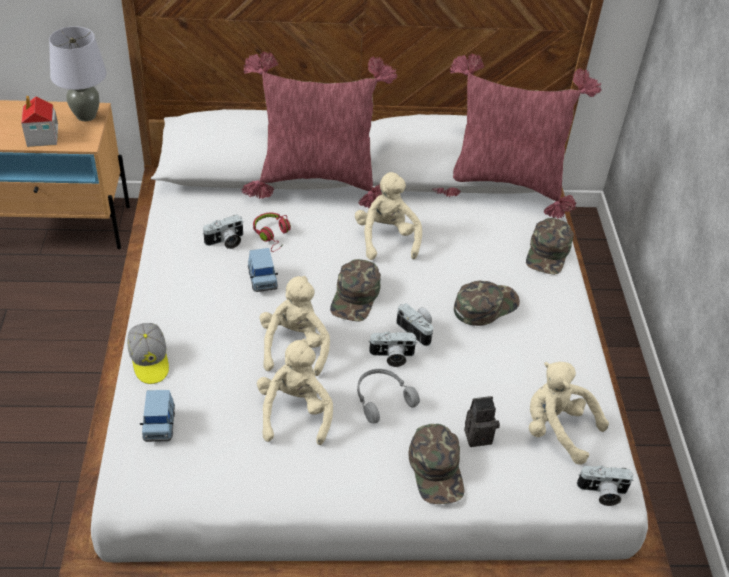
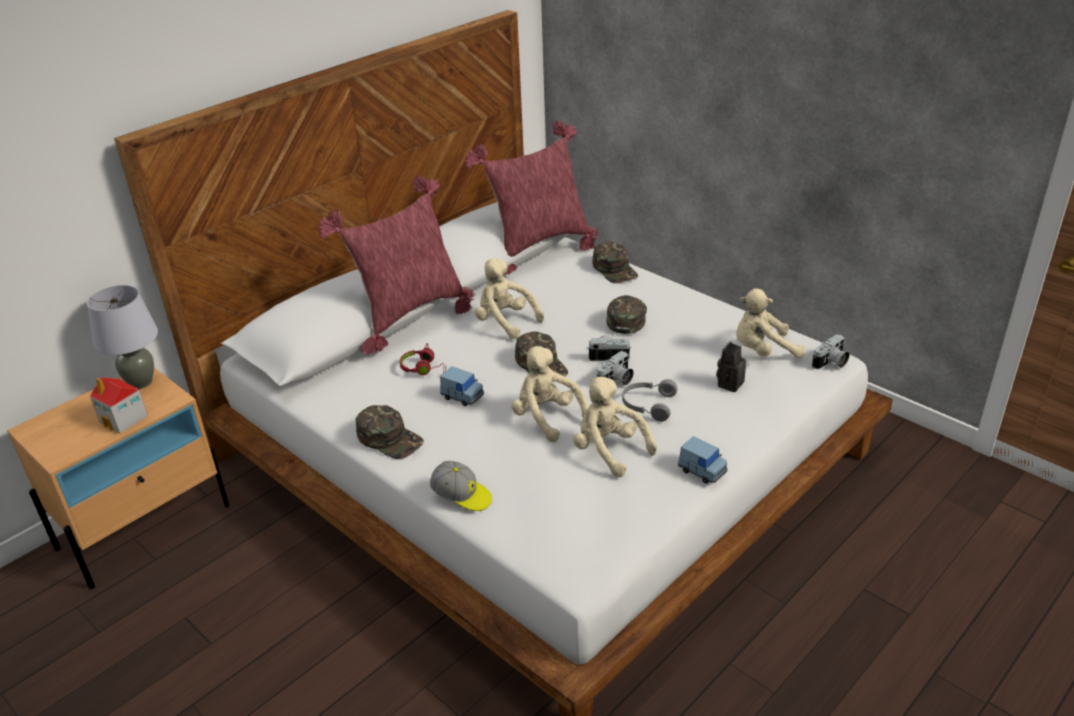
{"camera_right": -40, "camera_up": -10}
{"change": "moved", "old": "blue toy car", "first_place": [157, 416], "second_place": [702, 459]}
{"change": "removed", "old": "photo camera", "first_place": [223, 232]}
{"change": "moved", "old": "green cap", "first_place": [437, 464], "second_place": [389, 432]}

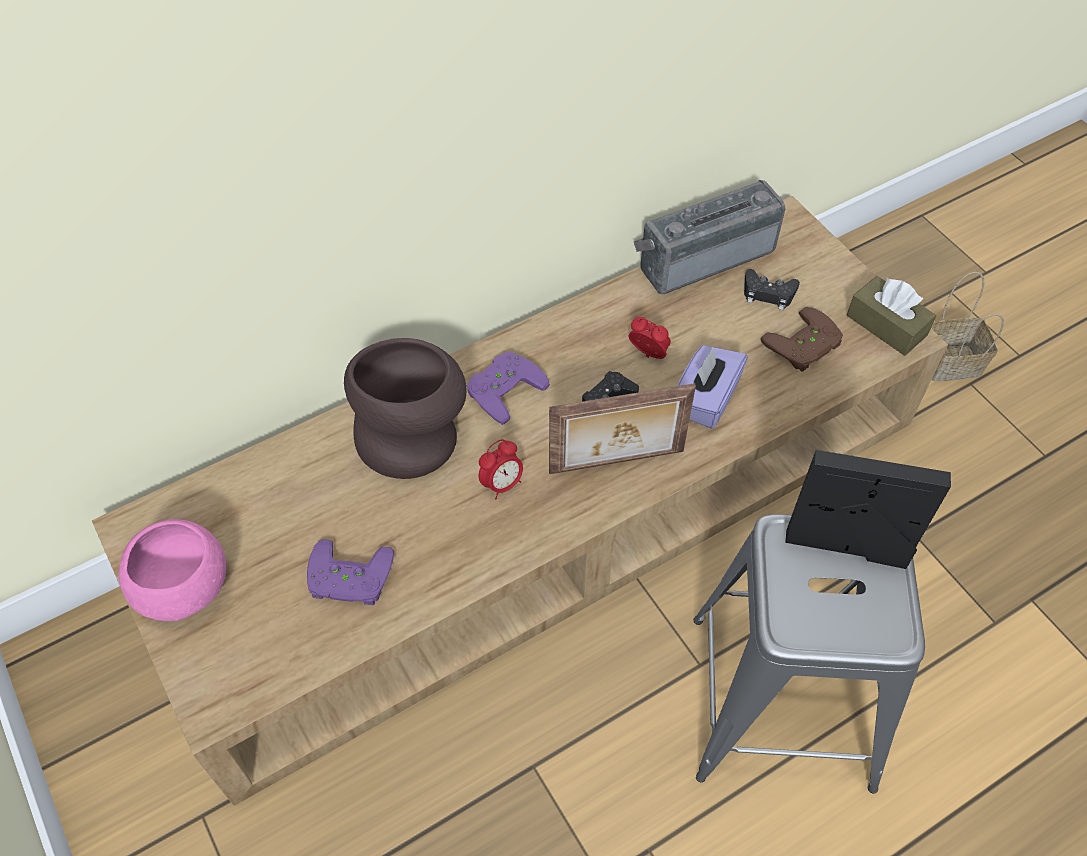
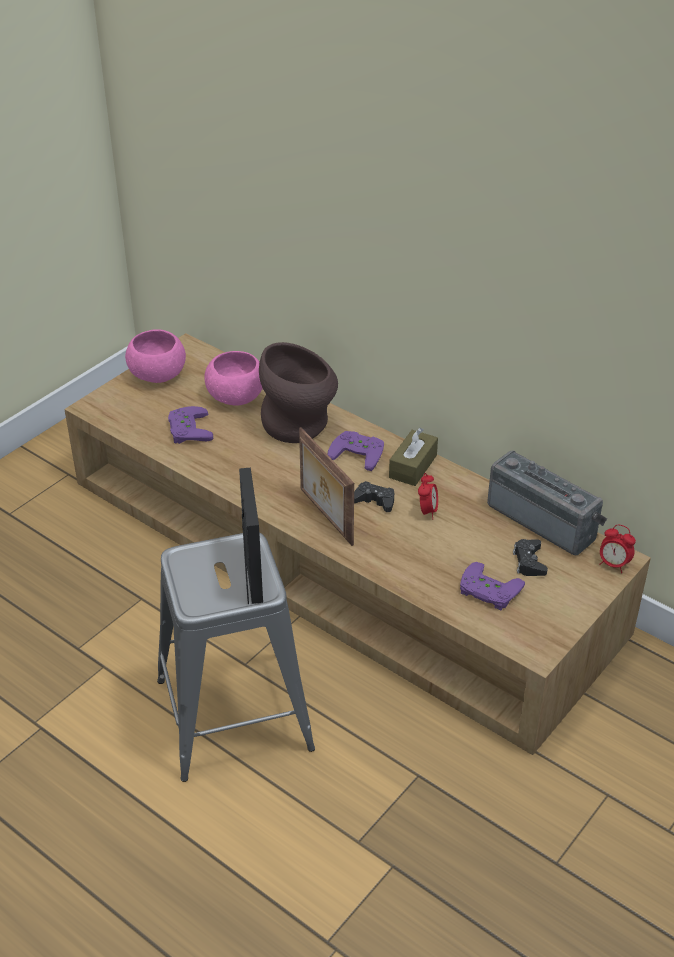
{"camera_right": 70, "camera_up": -15}
{"change": "moved", "old": "alarm clock", "first_place": [501, 469], "second_place": [617, 548]}
{"change": "removed", "old": "purple tissue box", "first_place": [712, 387]}
{"change": "recoloured", "old": "brown game controller", "new": "purple game controller", "first_place": [802, 339], "second_place": [492, 586]}
{"change": "moved", "old": "brown tissue box", "first_place": [891, 316], "second_place": [413, 457]}
{"change": "removed", "old": "basket", "first_place": [967, 326]}
{"change": "added", "new": "pink bowl", "second_place": [233, 378]}

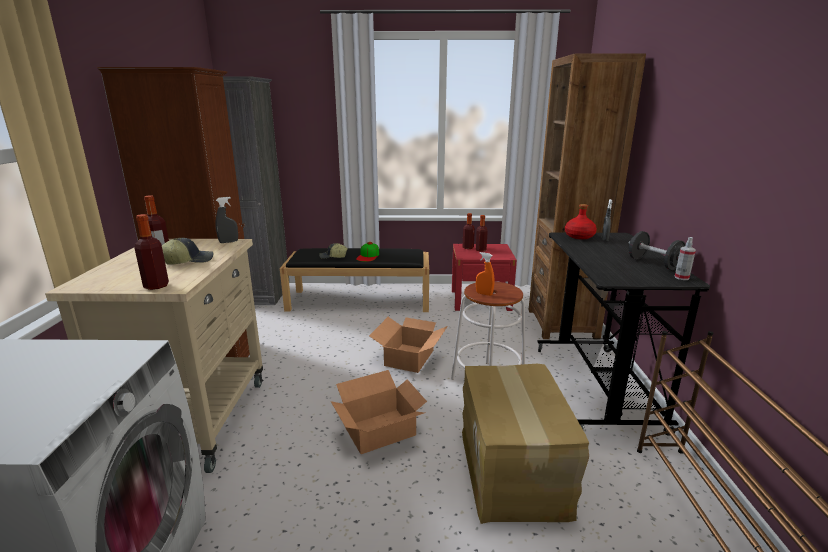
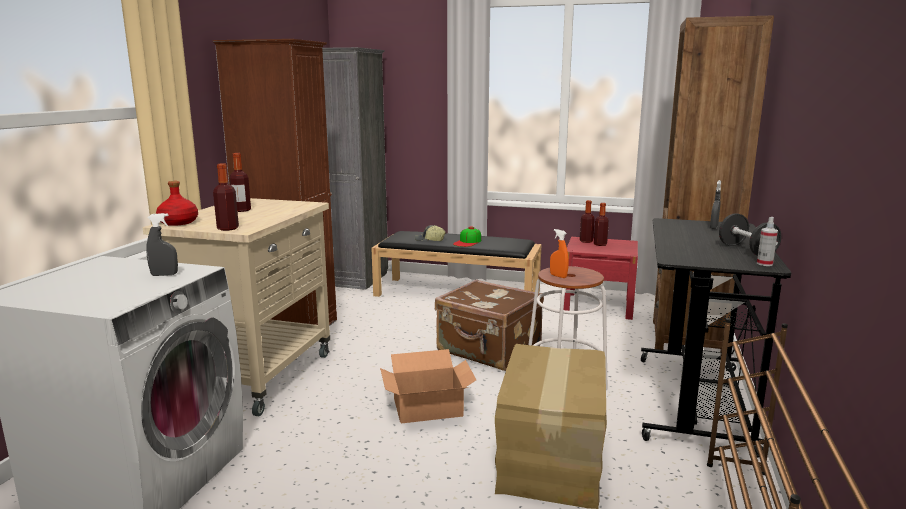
{"camera_right": 15, "camera_up": -5}
{"change": "removed", "old": "cap", "first_place": [188, 251]}
{"change": "moved", "old": "grey spray bottle", "first_place": [226, 220], "second_place": [162, 244]}
{"change": "replaced", "old": "cardboard box", "new": "brown suitcase", "first_place": [408, 345], "second_place": [489, 325]}
{"change": "moved", "old": "red bottle", "first_place": [581, 221], "second_place": [177, 203]}

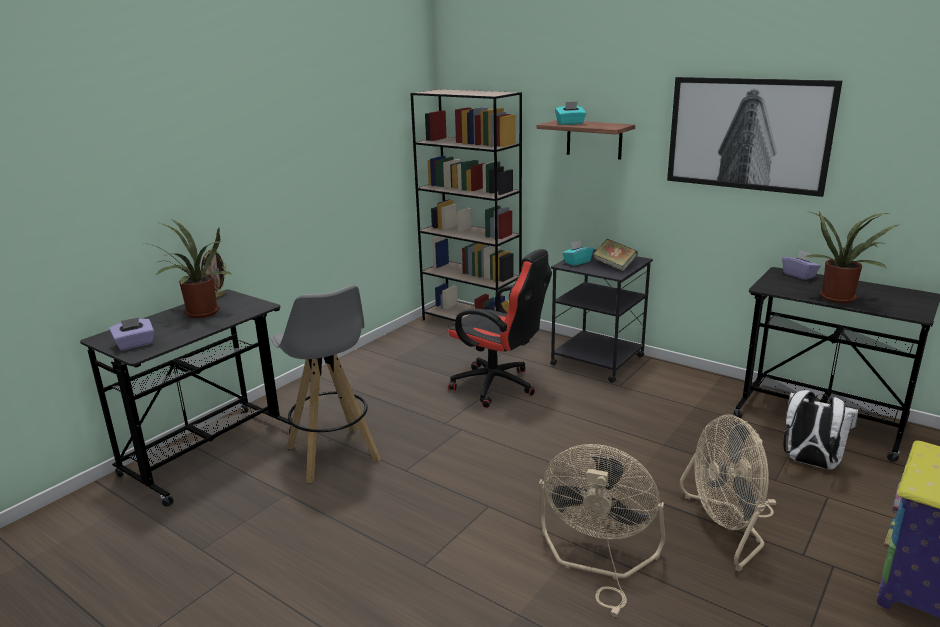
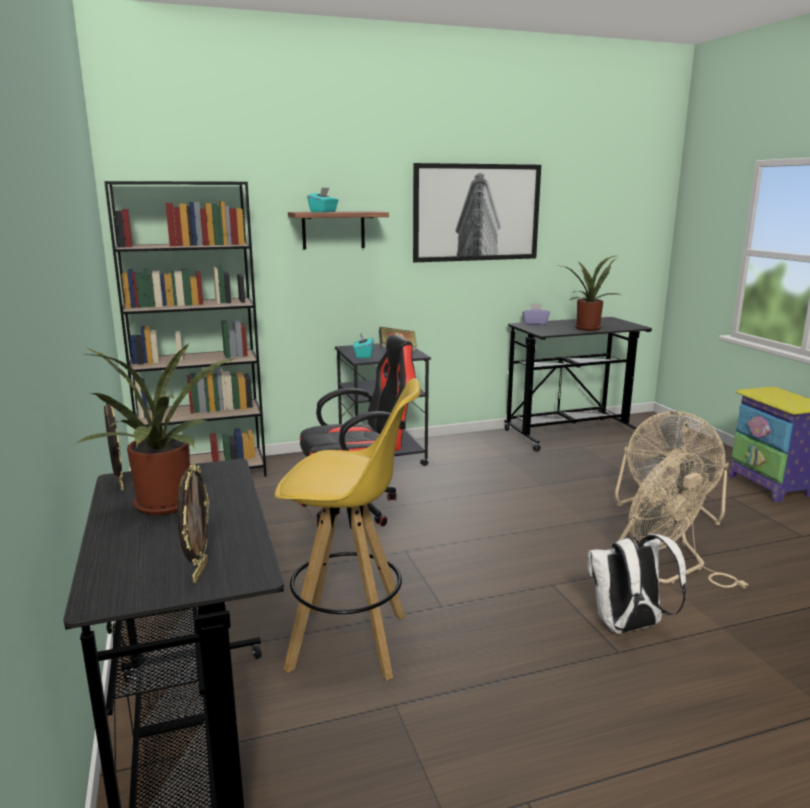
{"camera_right": -55, "camera_up": -5}
{"change": "replaced", "old": "purple tissue box", "new": "picture frame", "first_place": [131, 334], "second_place": [193, 523]}
{"change": "recoloured", "old": "grey stool", "new": "yellow stool", "first_place": [325, 384], "second_place": [347, 529]}
{"change": "moved", "old": "white backpack", "first_place": [821, 429], "second_place": [636, 584]}

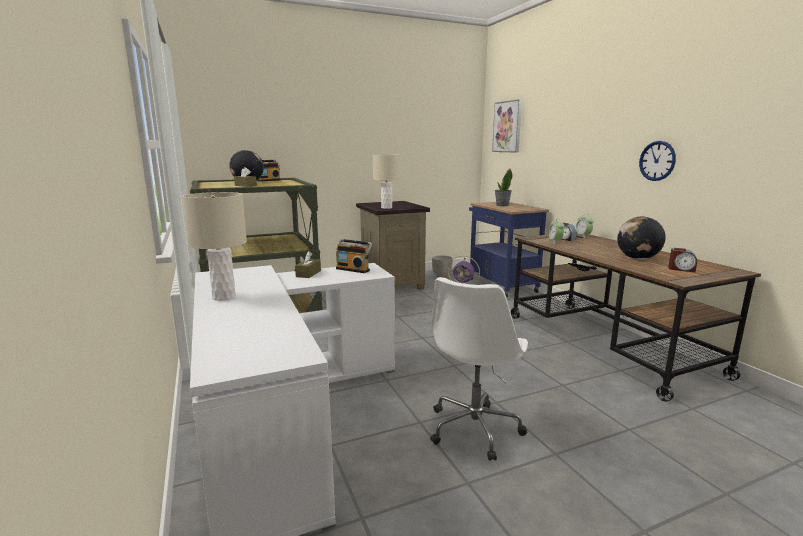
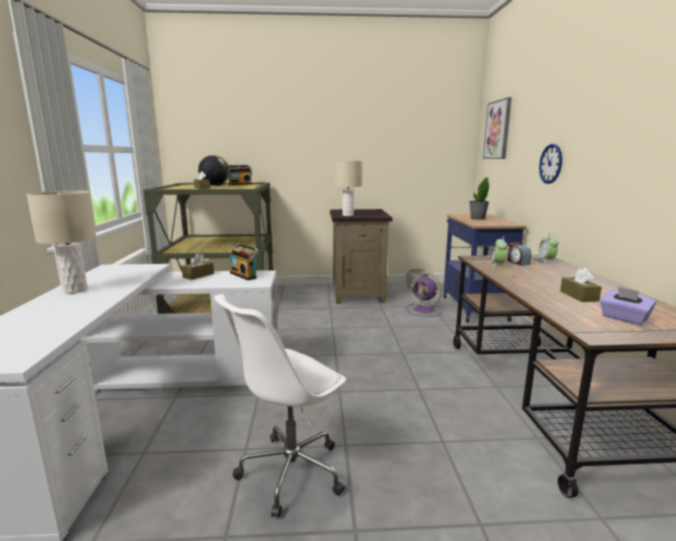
{"camera_right": 20, "camera_up": 0}
{"change": "replaced", "old": "globe", "new": "brown tissue box", "first_place": [641, 237], "second_place": [581, 285]}
{"change": "moved", "old": "wall clock", "first_place": [657, 161], "second_place": [550, 164]}
{"change": "replaced", "old": "alarm clock", "new": "purple tissue box", "first_place": [682, 260], "second_place": [628, 306]}

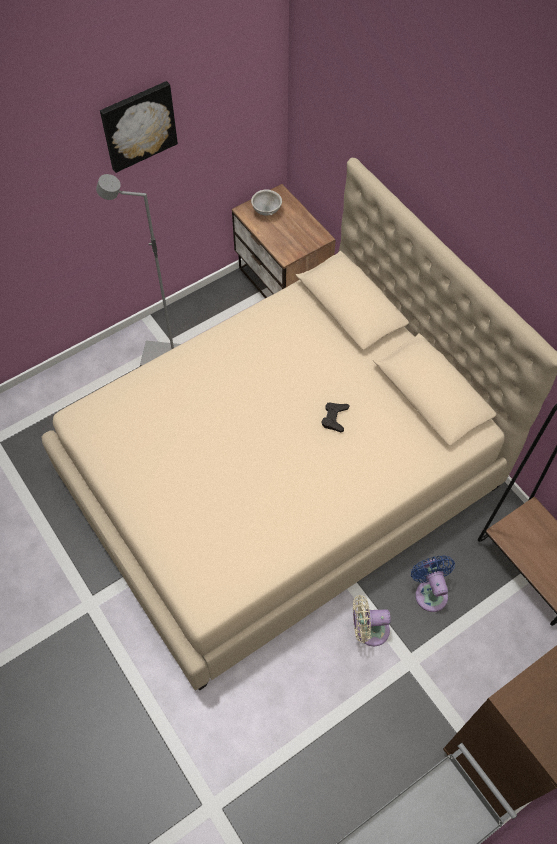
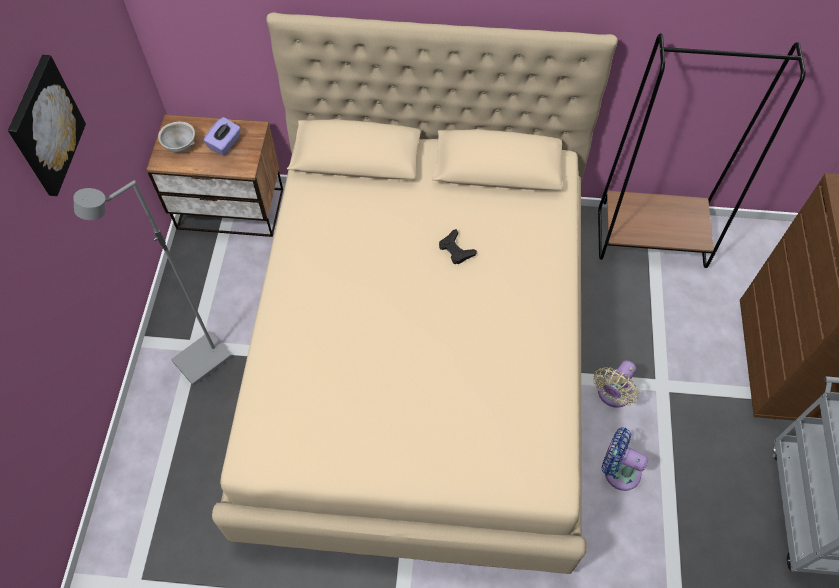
{"camera_right": -50, "camera_up": 0}
{"change": "moved", "old": "blue fan", "first_place": [433, 584], "second_place": [625, 459]}
{"change": "added", "new": "purple tissue box", "second_place": [222, 136]}

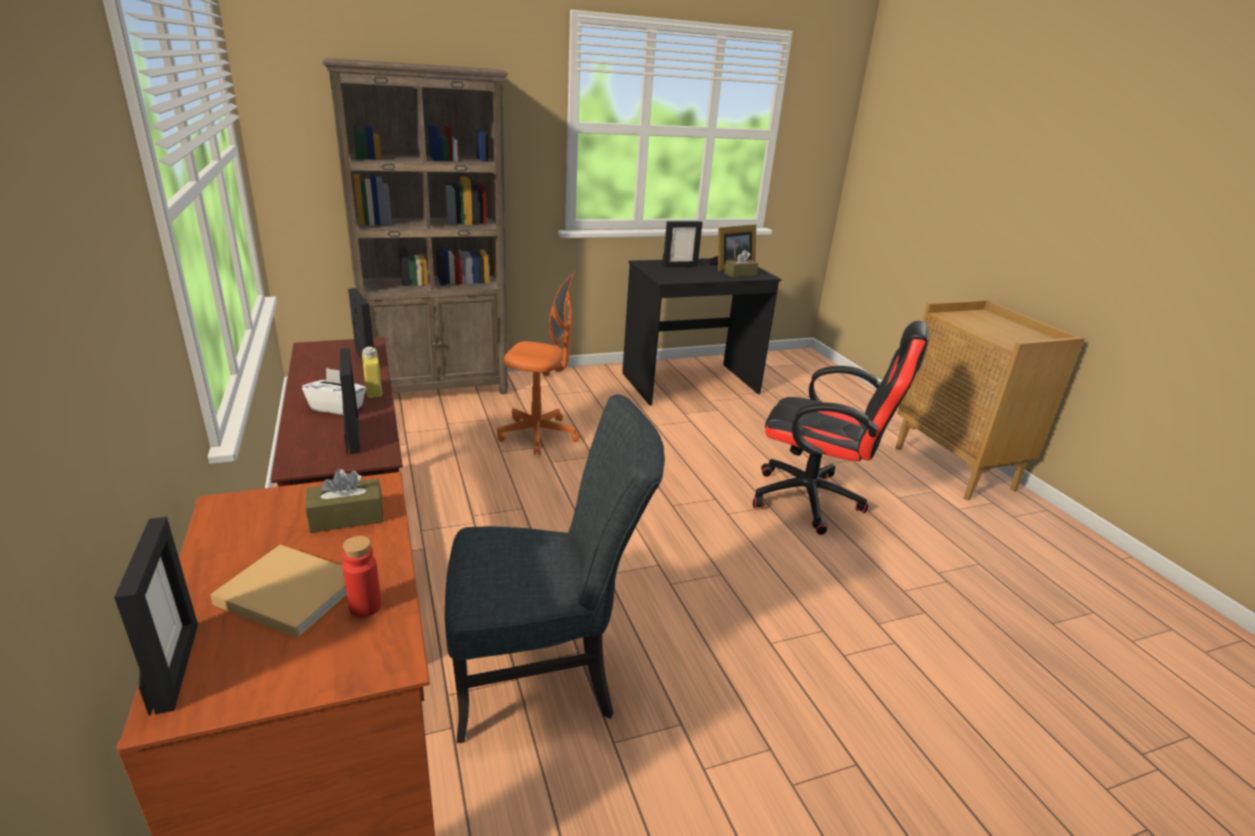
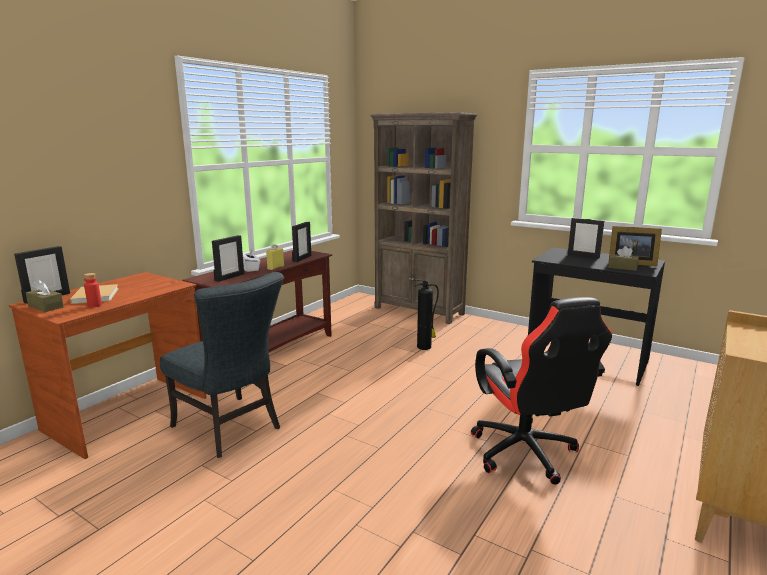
{"camera_right": 55, "camera_up": -10}
{"change": "moved", "old": "brown tissue box", "first_place": [344, 501], "second_place": [45, 296]}
{"change": "replaced", "old": "orange office chair", "new": "fire extinguisher", "first_place": [538, 362], "second_place": [426, 314]}

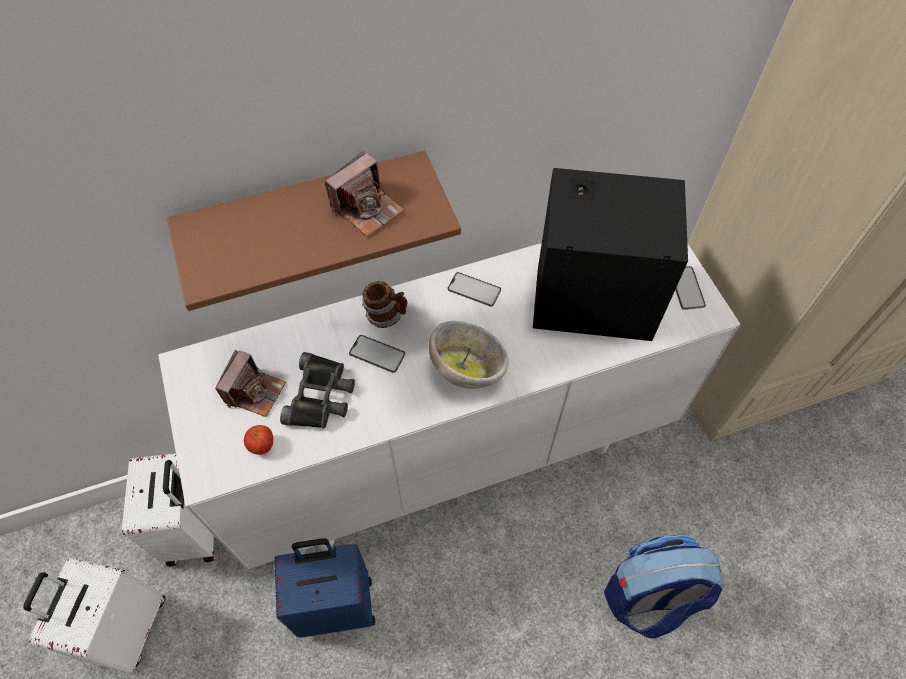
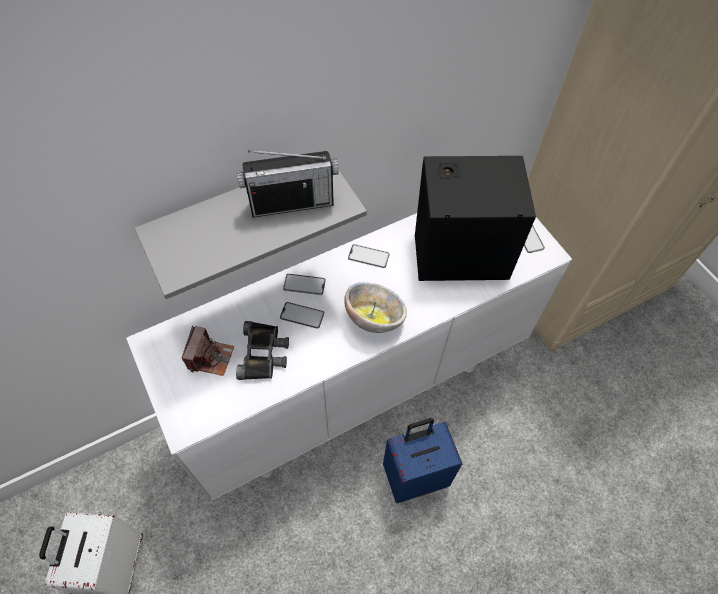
{"camera_right": -10, "camera_up": 0}
{"change": "removed", "old": "white suitcase", "first_place": [168, 510]}
{"change": "recoloured", "old": "brown shelf", "new": "grey shelf", "first_place": [314, 231], "second_place": [250, 235]}
{"change": "removed", "old": "apple", "first_place": [258, 440]}
{"change": "moved", "old": "blue suitcase", "first_place": [325, 588], "second_place": [422, 460]}
{"change": "replaced", "old": "photo camera", "new": "radio", "first_place": [364, 194], "second_place": [288, 183]}
{"change": "replaced", "old": "mug", "new": "phone", "first_place": [384, 304], "second_place": [304, 284]}
{"change": "removed", "old": "backpack", "first_place": [663, 586]}

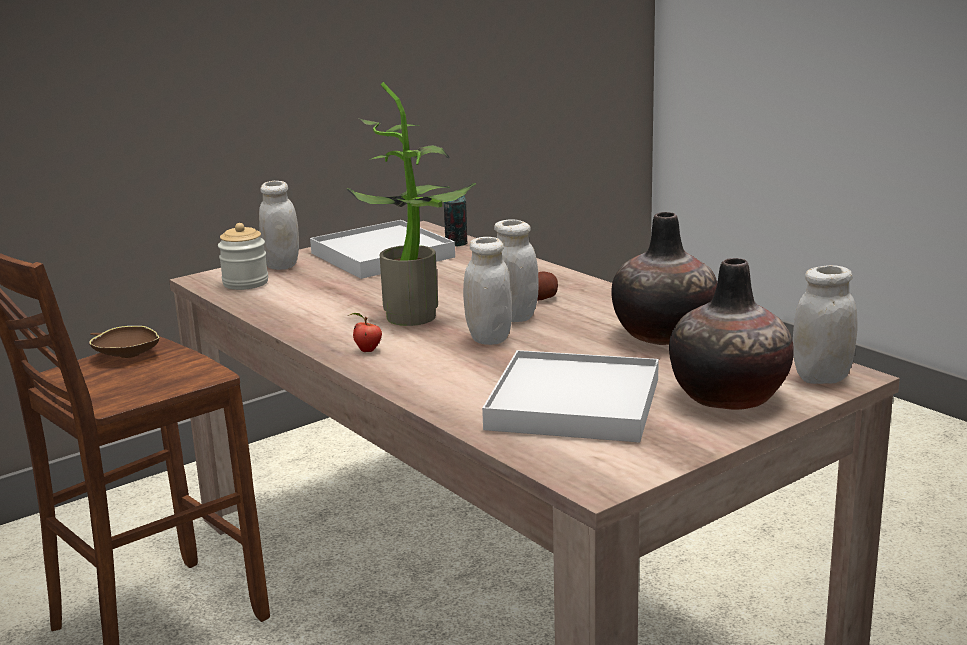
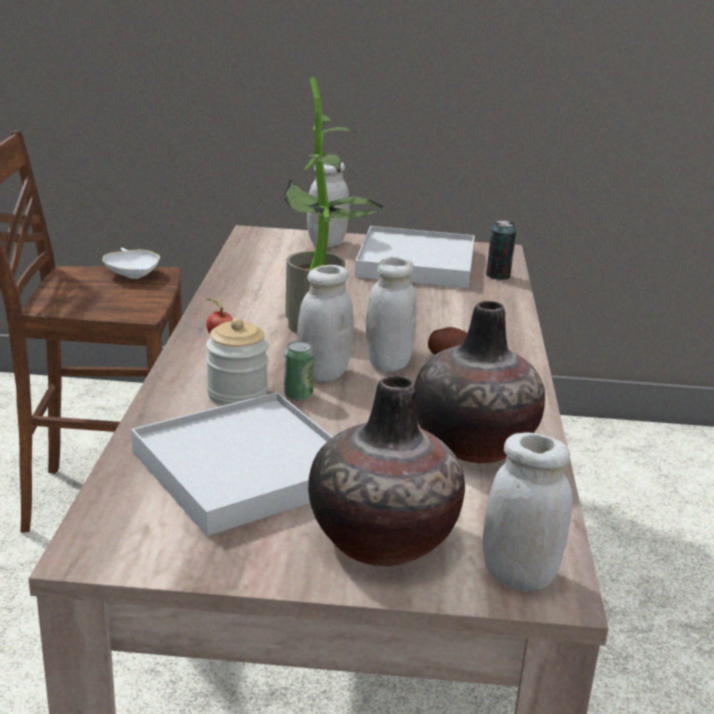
{"camera_right": 40, "camera_up": 5}
{"change": "recoloured", "old": "brown bowl", "new": "white bowl", "first_place": [124, 342], "second_place": [131, 263]}
{"change": "moved", "old": "jar", "first_place": [243, 256], "second_place": [237, 362]}
{"change": "added", "new": "can", "second_place": [299, 371]}

